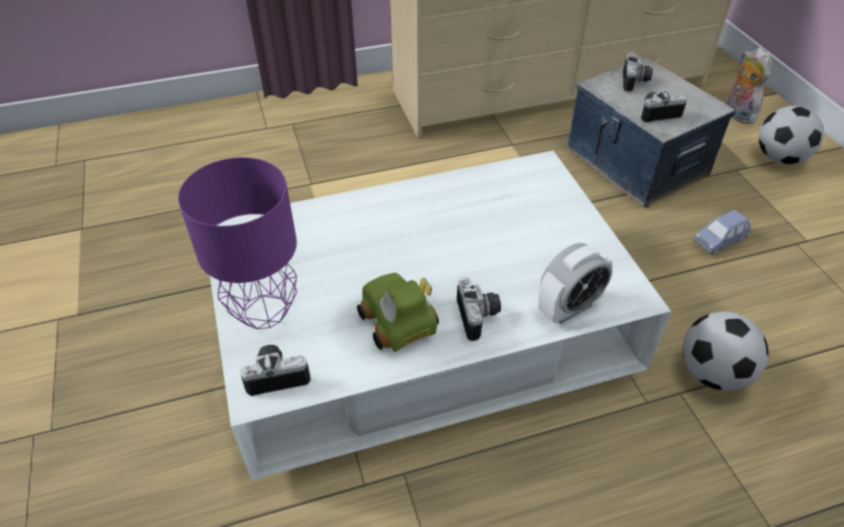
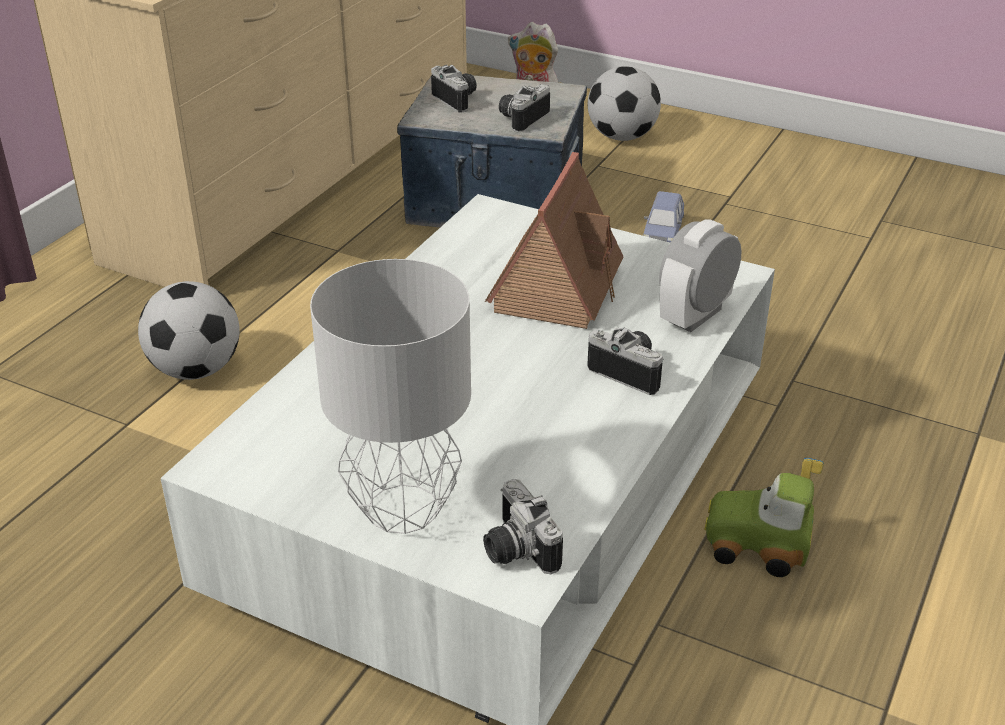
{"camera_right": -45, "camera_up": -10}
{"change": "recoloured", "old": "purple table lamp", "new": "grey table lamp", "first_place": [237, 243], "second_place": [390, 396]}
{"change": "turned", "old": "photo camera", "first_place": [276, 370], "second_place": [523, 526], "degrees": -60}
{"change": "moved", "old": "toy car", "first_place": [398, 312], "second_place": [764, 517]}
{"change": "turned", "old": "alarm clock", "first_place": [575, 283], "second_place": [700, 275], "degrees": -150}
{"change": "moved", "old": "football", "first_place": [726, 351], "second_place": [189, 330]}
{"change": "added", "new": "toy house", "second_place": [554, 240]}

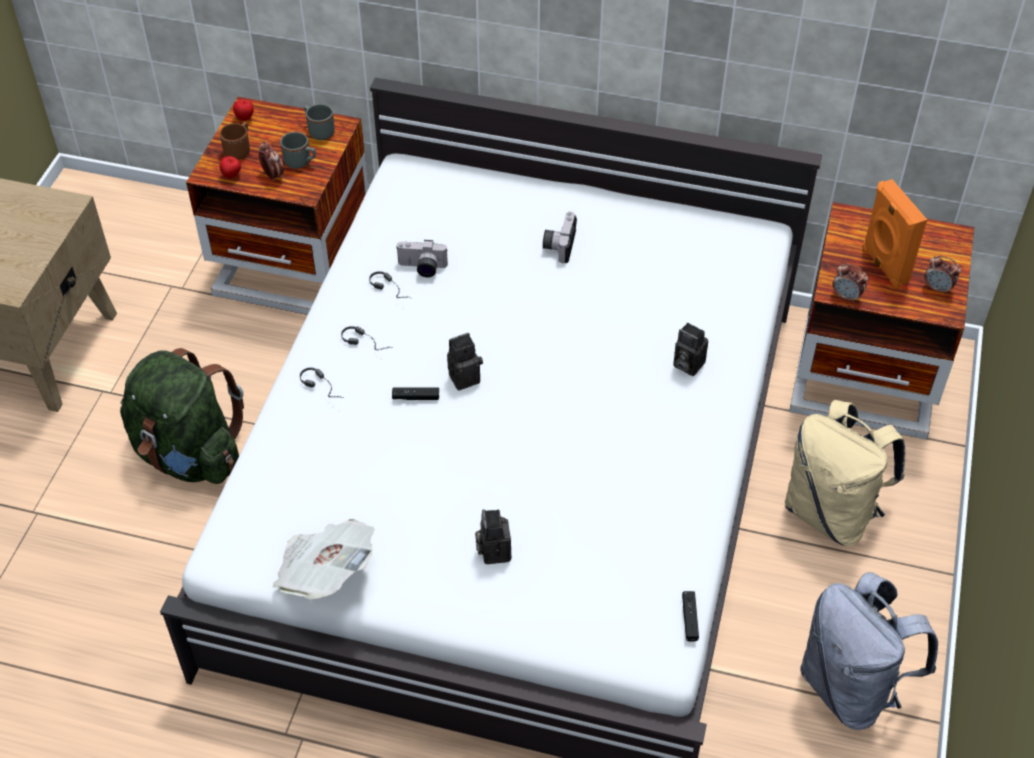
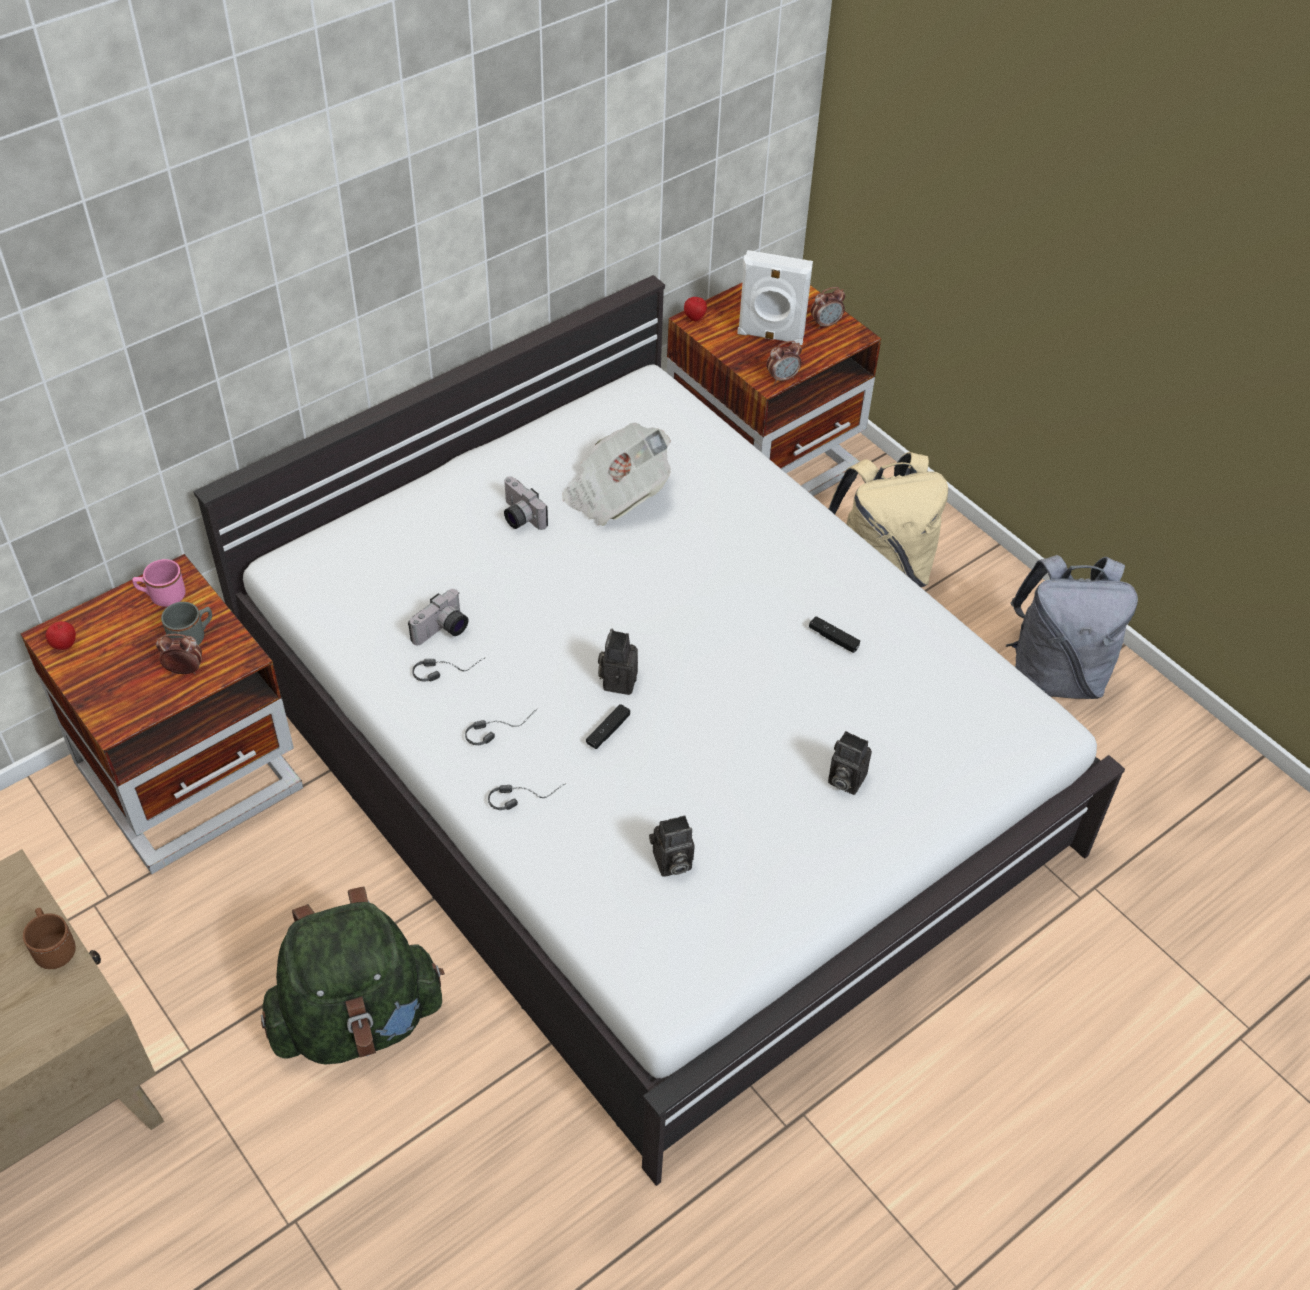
{"camera_right": -55, "camera_up": 0}
{"change": "moved", "old": "brown mug", "first_place": [235, 141], "second_place": [49, 938]}
{"change": "moved", "old": "apple", "first_place": [230, 167], "second_place": [695, 309]}
{"change": "moved", "old": "newspaper", "first_place": [324, 559], "second_place": [616, 474]}
{"change": "recoloured", "old": "grey mug", "new": "pink mug", "first_place": [319, 122], "second_place": [158, 583]}
{"change": "moved", "old": "photo camera", "first_place": [690, 349], "second_place": [672, 846]}
{"change": "moved", "old": "black game controller", "first_place": [690, 616], "second_place": [834, 634]}
{"change": "recoloured", "old": "orange speaker", "new": "white speaker", "first_place": [894, 233], "second_place": [775, 297]}

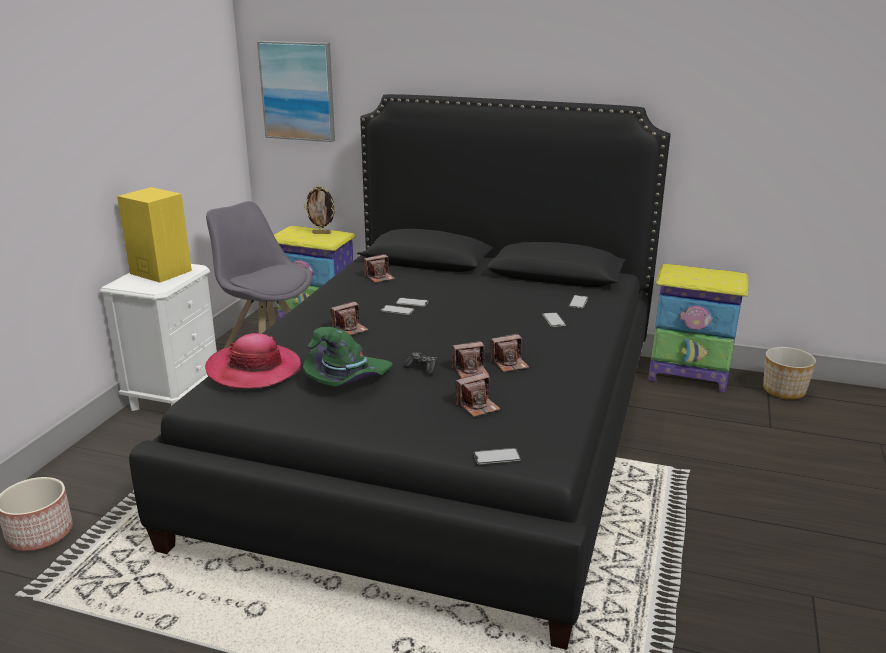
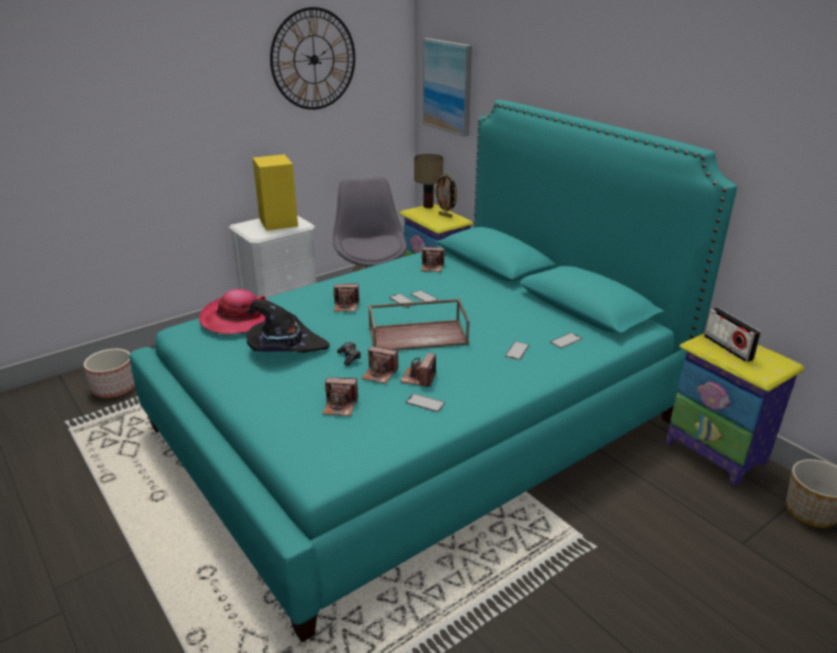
{"camera_right": 35, "camera_up": 5}
{"change": "recoloured", "old": "black bed", "new": "turquoise bed", "first_place": [399, 372], "second_place": [433, 371]}
{"change": "recoloured", "old": "green hat", "new": "black hat", "first_place": [348, 357], "second_place": [288, 326]}
{"change": "moved", "old": "phone", "first_place": [497, 456], "second_place": [425, 403]}
{"change": "turned", "old": "photo camera", "first_place": [509, 353], "second_place": [418, 370], "degrees": 90}
{"change": "added", "new": "wall clock", "second_place": [312, 58]}
{"change": "added", "new": "brown tray", "second_place": [419, 324]}
{"change": "added", "new": "table lamp", "second_place": [428, 181]}
{"change": "added", "new": "radio", "second_place": [732, 335]}

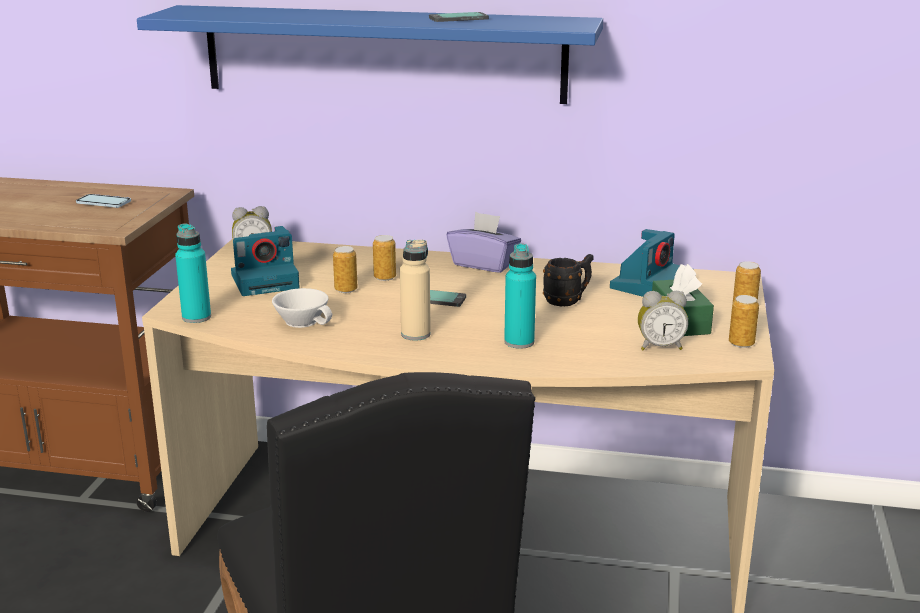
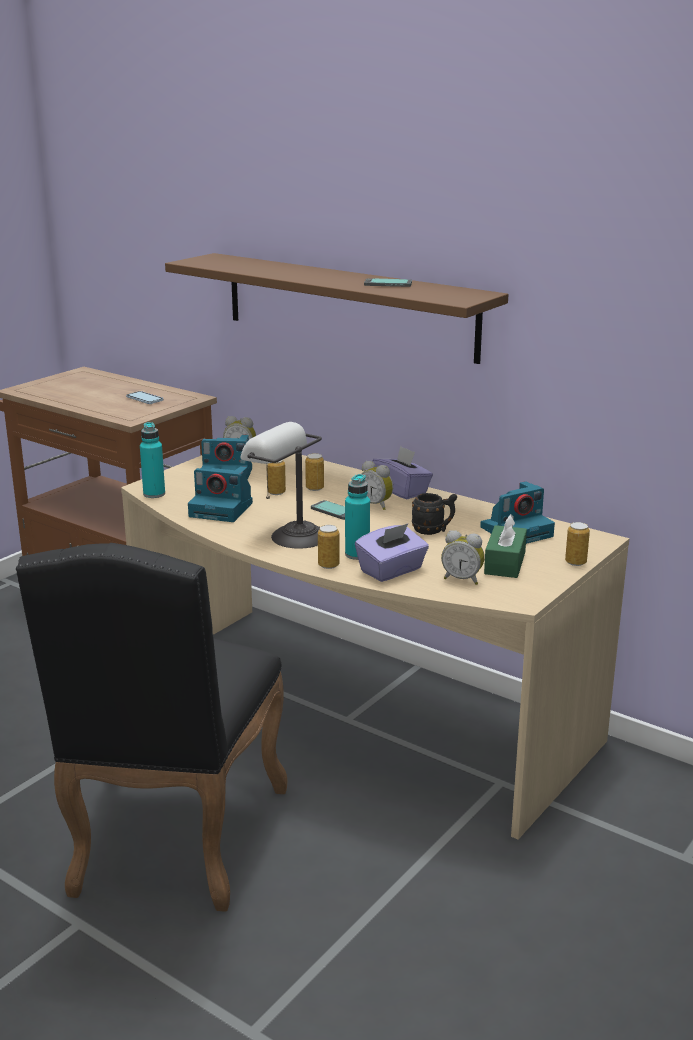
{"camera_right": 25, "camera_up": 0}
{"change": "recoloured", "old": "blue shelf", "new": "brown shelf", "first_place": [370, 54], "second_place": [337, 308]}
{"change": "replaced", "old": "white cup", "new": "photo camera", "first_place": [302, 308], "second_place": [220, 494]}
{"change": "replaced", "old": "beige bottle", "new": "table lamp", "first_place": [415, 290], "second_place": [281, 485]}
{"change": "moved", "old": "can", "first_place": [744, 321], "second_place": [328, 547]}
{"change": "added", "new": "purple tissue box", "second_place": [392, 552]}
{"change": "added", "new": "alarm clock", "second_place": [377, 485]}

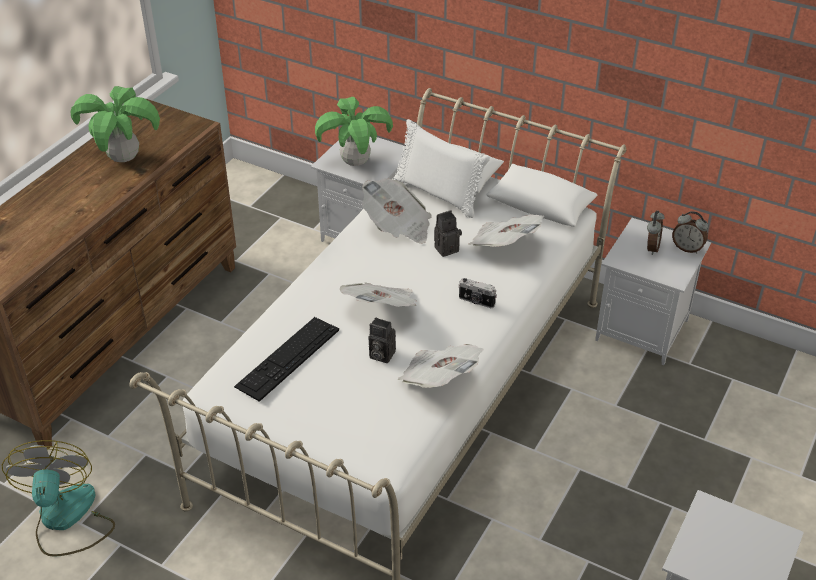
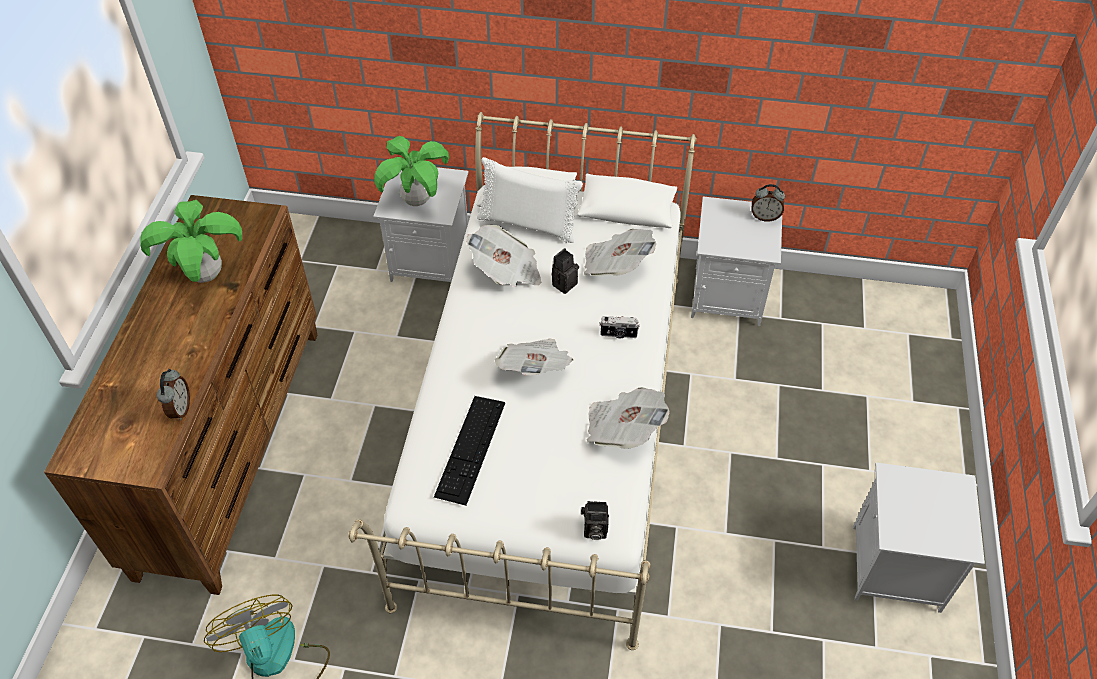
{"camera_right": -20, "camera_up": 10}
{"change": "moved", "old": "photo camera", "first_place": [382, 340], "second_place": [595, 520]}
{"change": "moved", "old": "alarm clock", "first_place": [656, 233], "second_place": [173, 395]}

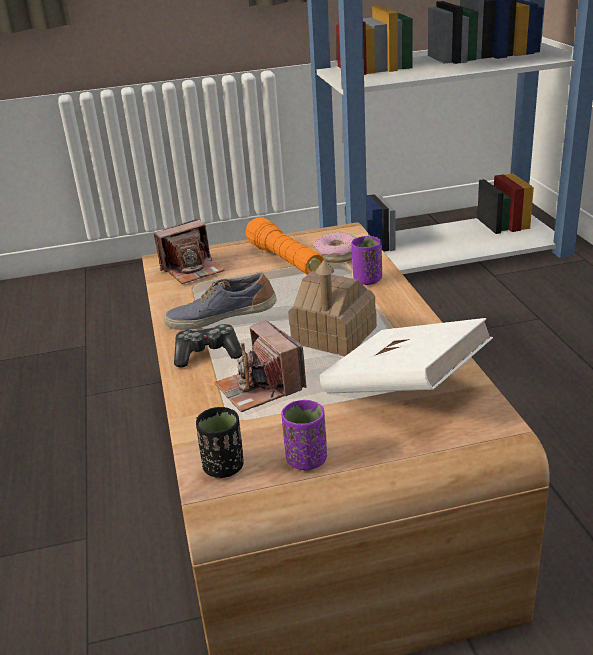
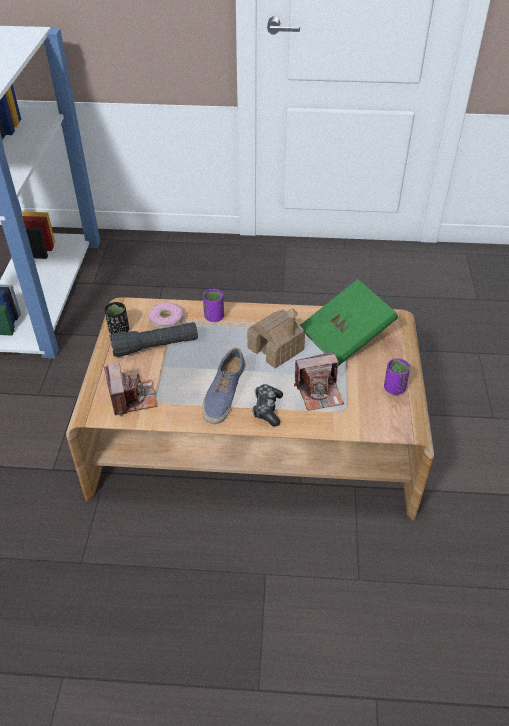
{"camera_right": -75, "camera_up": 15}
{"change": "moved", "old": "black cup", "first_place": [220, 442], "second_place": [117, 318]}
{"change": "recoloured", "old": "orange flashlight", "new": "black flashlight", "first_place": [284, 246], "second_place": [154, 339]}
{"change": "recoloured", "old": "white book", "new": "green book", "first_place": [406, 355], "second_place": [349, 322]}

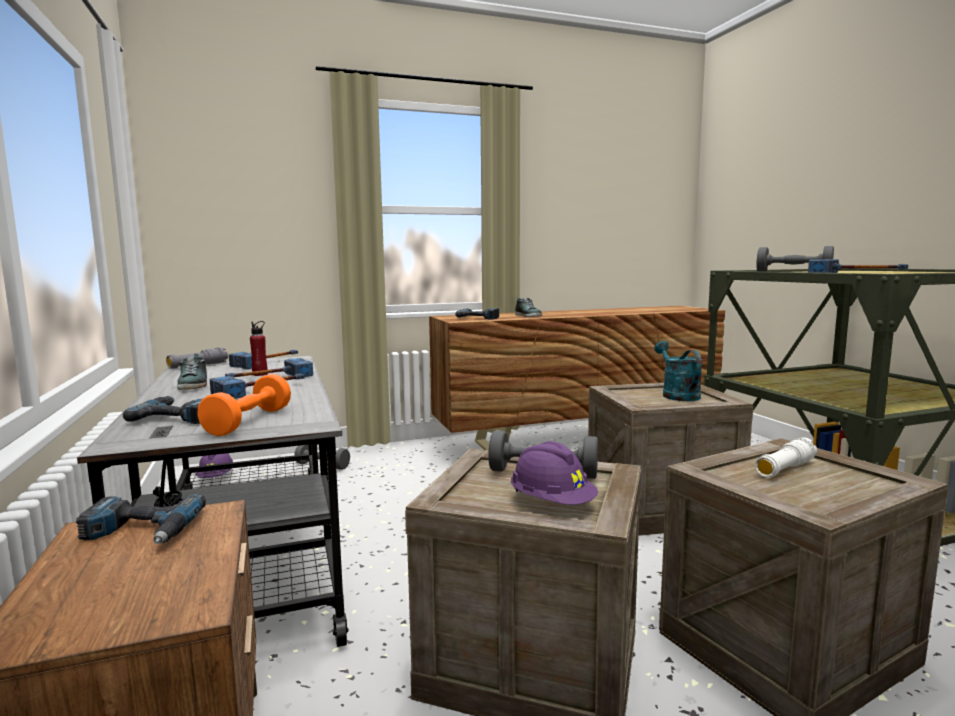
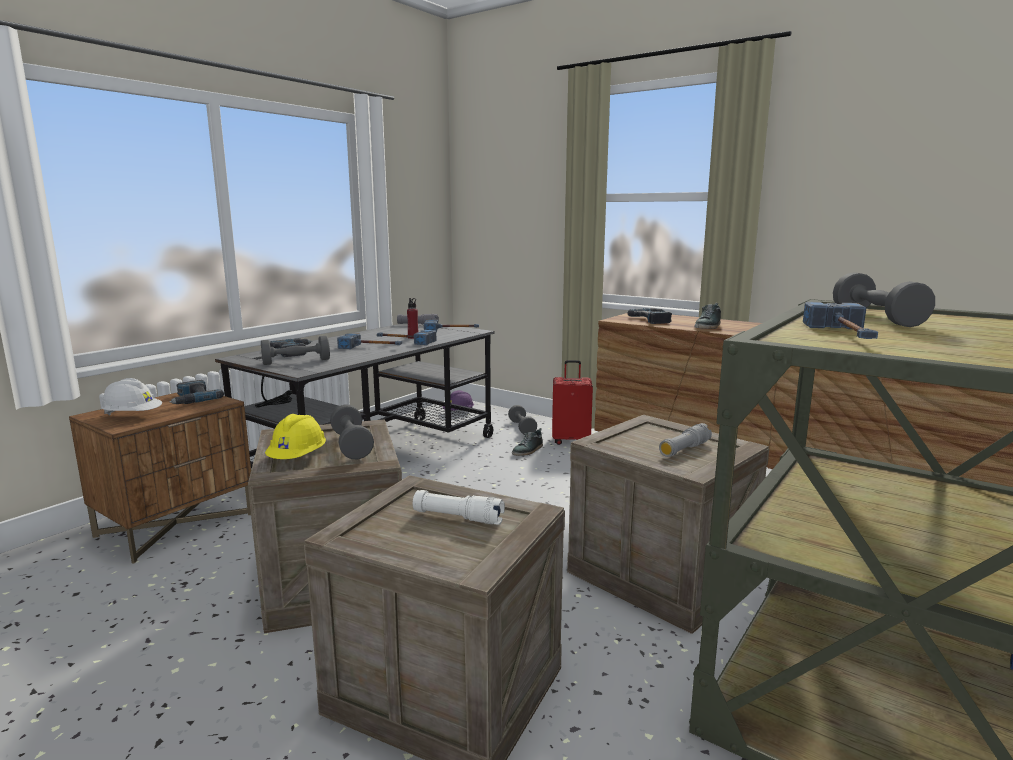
{"camera_right": 55, "camera_up": 5}
{"change": "moved", "old": "shoe", "first_place": [192, 372], "second_place": [527, 442]}
{"change": "recoloured", "old": "orange dumbbell", "new": "grey dumbbell", "first_place": [244, 405], "second_place": [295, 350]}
{"change": "recoloured", "old": "purple hard hat", "new": "yellow hard hat", "first_place": [554, 473], "second_place": [295, 436]}
{"change": "replaced", "old": "turquoise watering can", "new": "grey flashlight", "first_place": [678, 371], "second_place": [685, 440]}
{"change": "added", "new": "white hard hat", "second_place": [131, 396]}
{"change": "added", "new": "red suitcase", "second_place": [572, 402]}

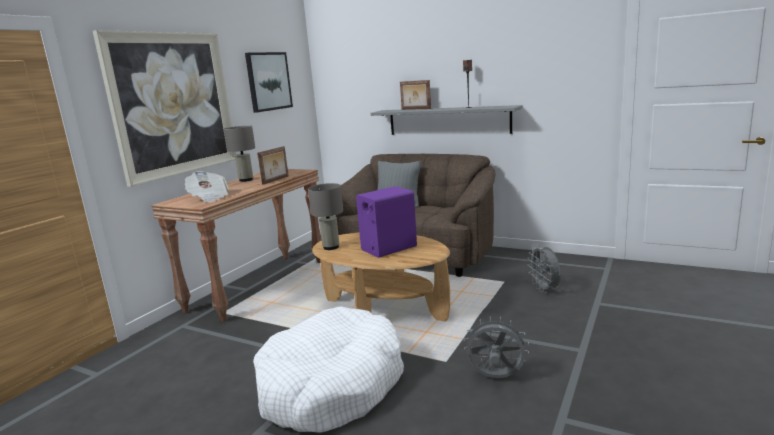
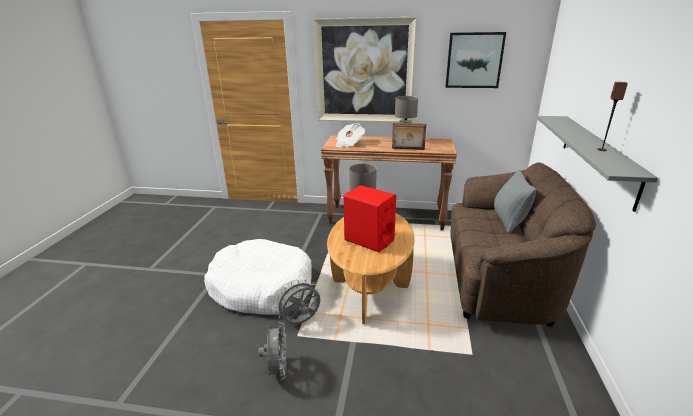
{"camera_right": 70, "camera_up": 10}
{"change": "recoloured", "old": "purple speaker", "new": "red speaker", "first_place": [386, 222], "second_place": [369, 218]}
{"change": "removed", "old": "picture frame", "first_place": [415, 95]}
{"change": "moved", "old": "grey fan", "first_place": [543, 269], "second_place": [297, 302]}

